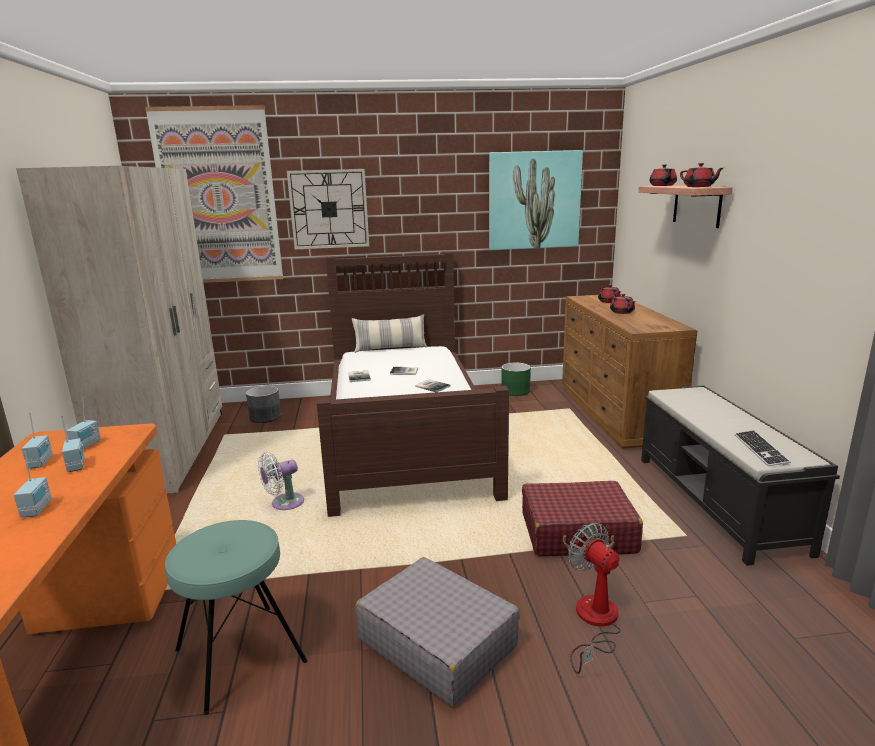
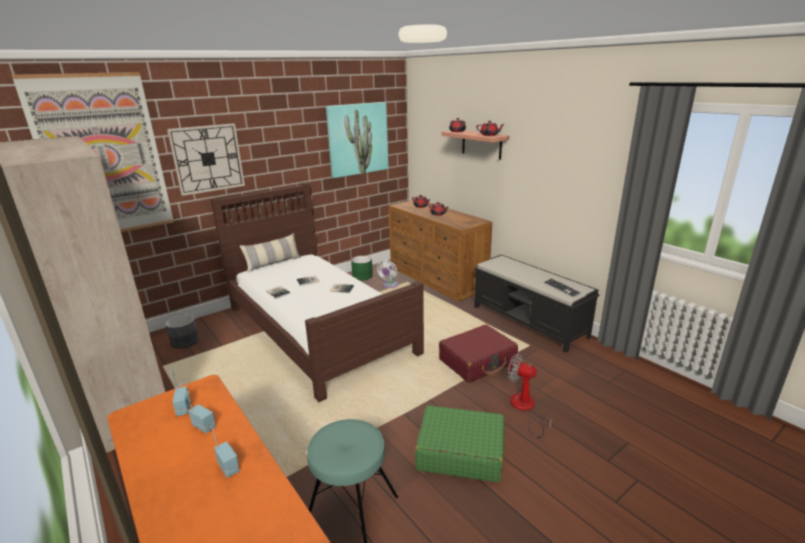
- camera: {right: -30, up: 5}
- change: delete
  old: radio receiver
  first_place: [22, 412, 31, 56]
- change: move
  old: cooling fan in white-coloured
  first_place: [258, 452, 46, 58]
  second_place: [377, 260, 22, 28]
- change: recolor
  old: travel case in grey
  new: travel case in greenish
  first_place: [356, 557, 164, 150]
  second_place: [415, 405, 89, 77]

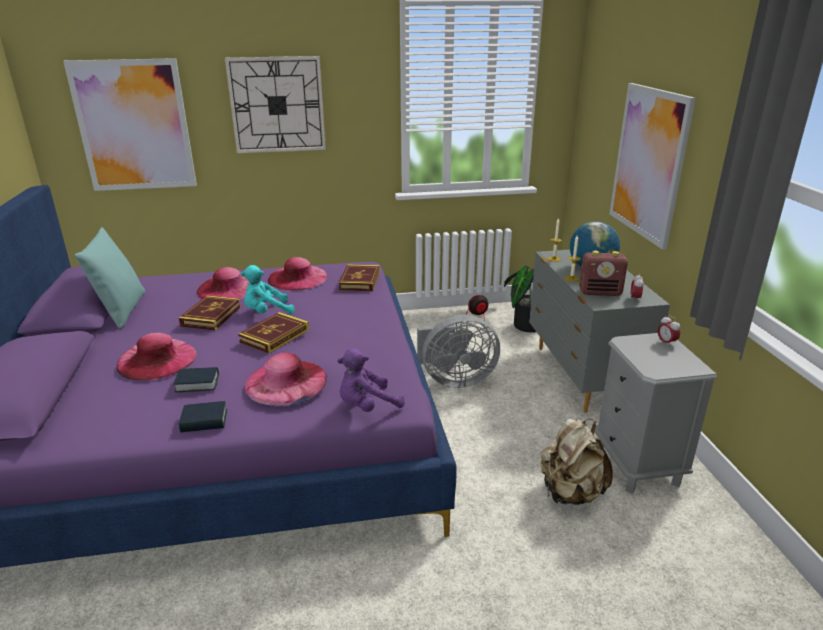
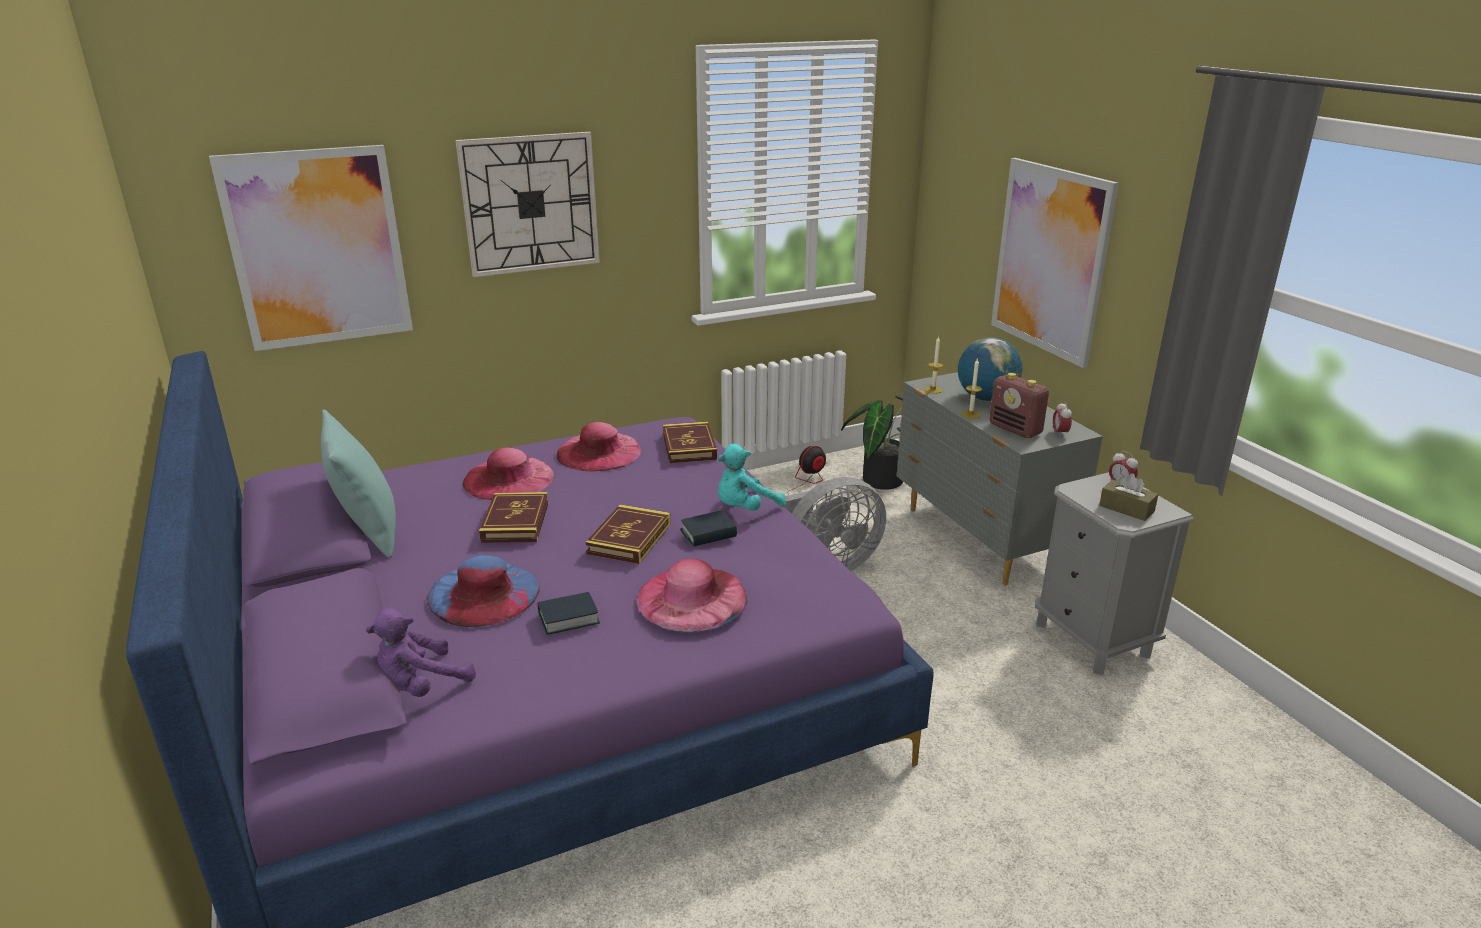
- camera: {right: -15, up: 0}
- change: rotate
  old: radio receiver
  first_place: [579, 251, 49, 45]
  second_place: [989, 373, 60, 65]
  degrees: 60
- change: move
  old: soft toy in turquoise-coloured
  first_place: [241, 265, 54, 49]
  second_place: [718, 444, 68, 67]
- change: recolor
  old: wearable hat in pink-coloured
  new: wearable hat in blue
  first_place: [117, 333, 80, 47]
  second_place: [427, 555, 113, 72]
- change: move
  old: soft toy in purple-coloured
  first_place: [337, 348, 68, 64]
  second_place: [366, 608, 110, 89]
- change: move
  old: bound book
  first_place: [179, 401, 48, 31]
  second_place: [680, 510, 57, 37]
- change: delete
  old: backpack in beige
  first_place: [541, 418, 72, 87]
- change: insert
  new: tissue box in brown
  second_place: [1099, 474, 59, 47]

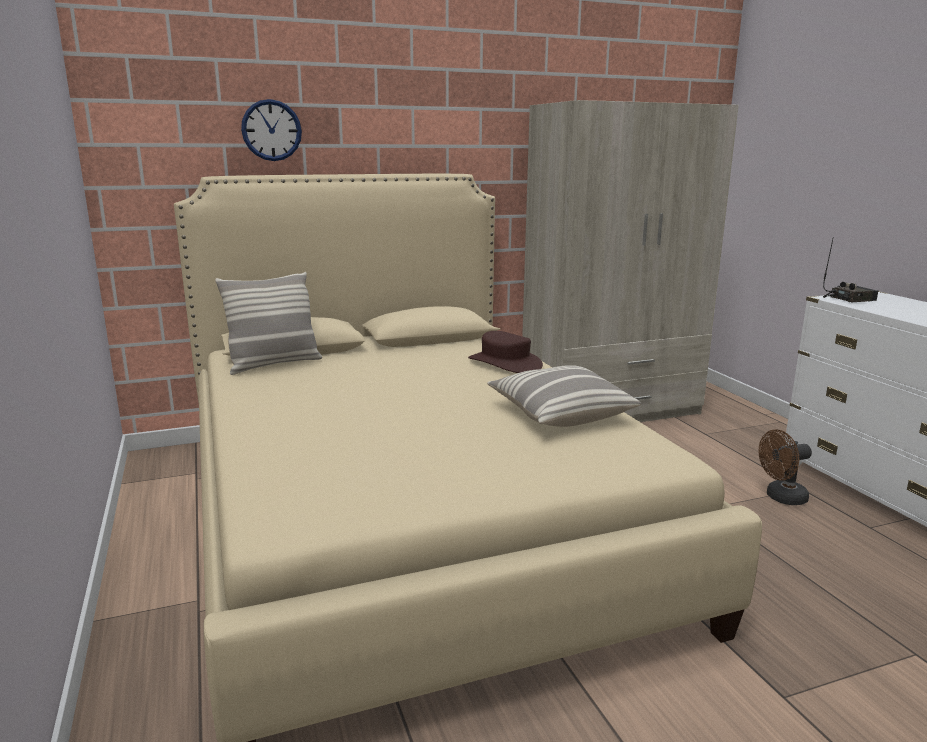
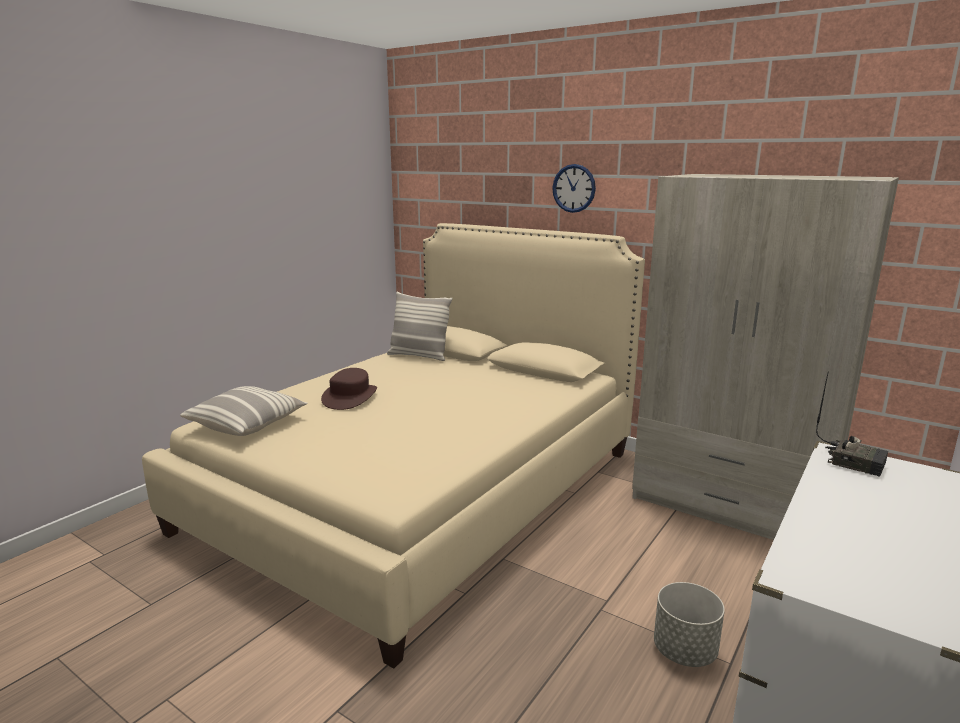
- camera: {right: 55, up: 0}
- change: move
  old: clock on the wall
  first_place: [241, 99, 61, 62]
  second_place: [552, 164, 44, 49]
- change: move
  old: wearable hat in brown
  first_place: [468, 331, 75, 42]
  second_place: [321, 368, 56, 42]
- change: move
  old: throw pillow
  first_place: [487, 365, 154, 62]
  second_place: [180, 386, 128, 50]
- change: replace
  old: cooling fan in brown
  new: plant pot in grey
  first_place: [758, 429, 54, 76]
  second_place: [654, 582, 71, 85]

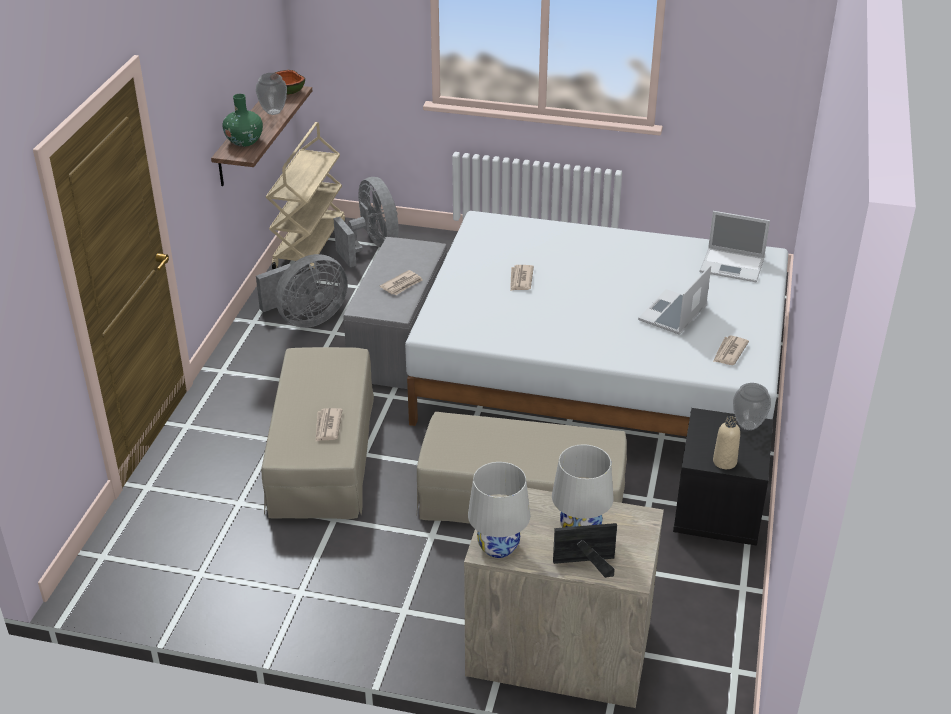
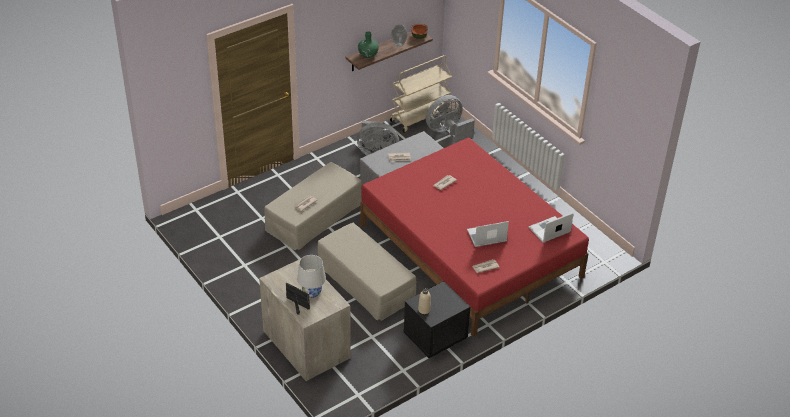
- camera: {right: 40, up: 5}
- change: rotate
  old: cooling fan in grey
  first_place: [333, 177, 65, 90]
  second_place: [426, 95, 49, 48]
  degrees: -135
- change: recolor
  old: bedroom bed in white-coloured
  new: bedroom bed in reddish
  first_place: [405, 211, 383, 226]
  second_place: [360, 138, 229, 198]
- change: rotate
  old: laptop
  first_place: [700, 211, 70, 71]
  second_place: [529, 212, 45, 30]
  degrees: 90
- change: delete
  old: flower vase
  first_place: [733, 383, 38, 47]
- change: delete
  old: lamp for a table in white-coloured
  first_place: [468, 462, 62, 96]

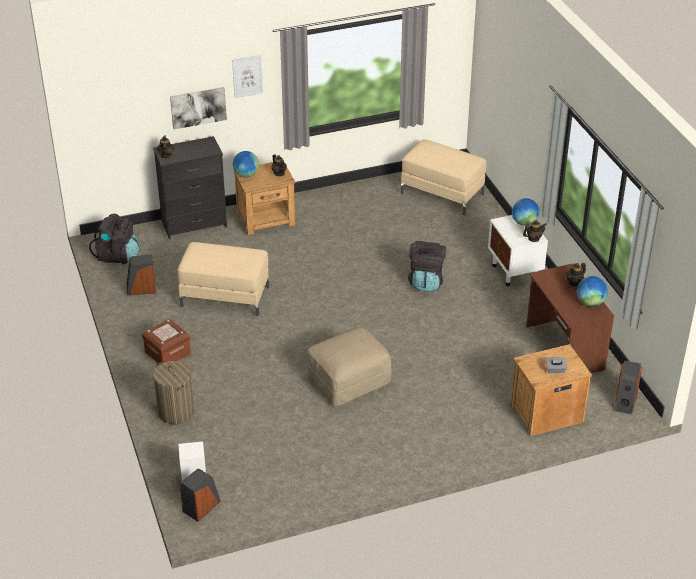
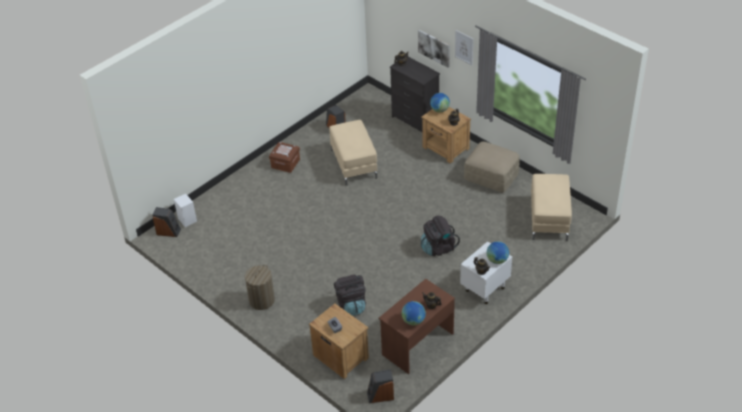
- camera: {right: 65, up: 5}
- change: move
  old: backpack in blackish
  first_place: [89, 214, 51, 50]
  second_place: [334, 274, 32, 42]
- change: move
  old: ottoman in beige
  first_place: [307, 327, 85, 79]
  second_place: [464, 141, 56, 51]
- change: move
  old: hamper
  first_place: [153, 361, 41, 63]
  second_place: [245, 265, 30, 45]

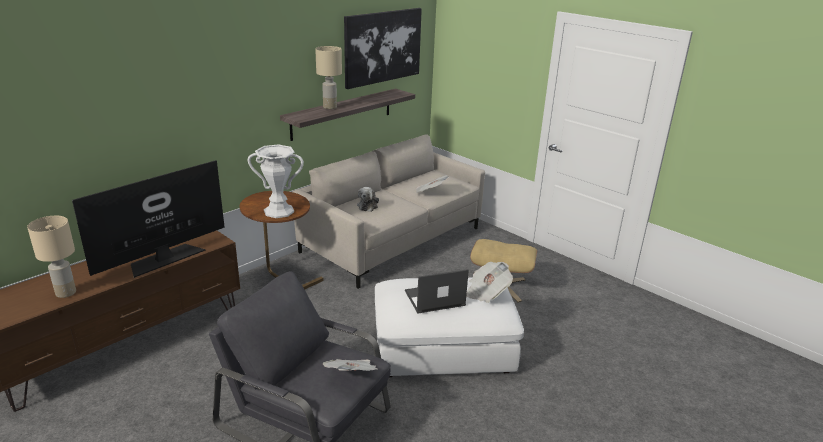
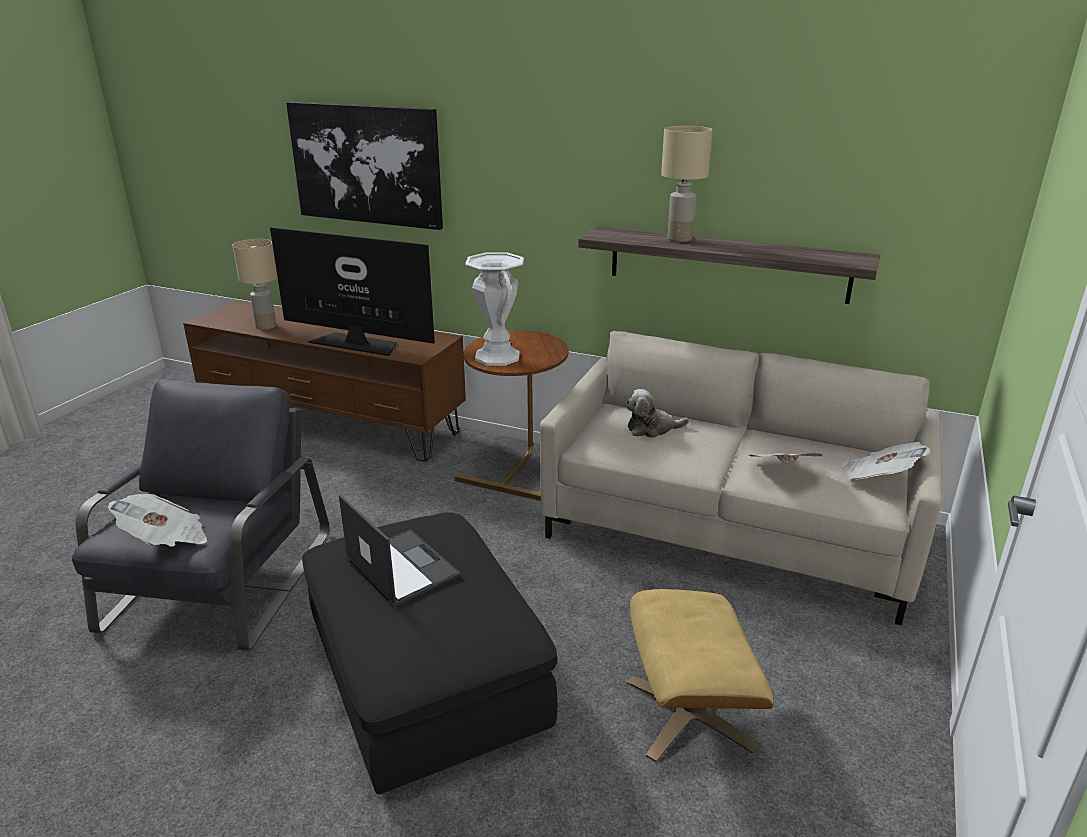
- camera: {right: 70, up: 0}
- change: move
  old: picture
  first_place: [344, 8, 78, 81]
  second_place: [286, 102, 157, 128]
- change: move
  old: printed paper
  first_place: [466, 262, 47, 41]
  second_place: [842, 442, 87, 38]
- change: recolor
  old: ottoman in white-coloured
  new: ottoman in blackish
  first_place: [375, 278, 149, 99]
  second_place: [302, 512, 255, 282]

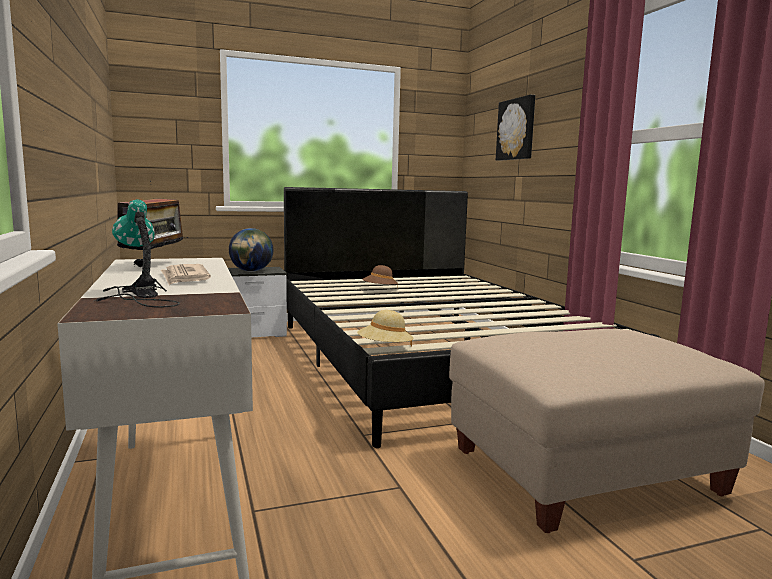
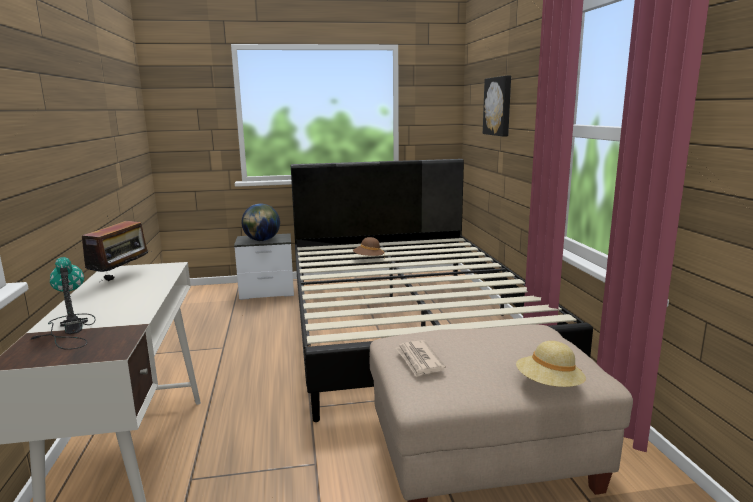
- camera: {right: 10, up: 5}
- change: move
  old: printed paper
  first_place: [161, 264, 50, 21]
  second_place: [396, 340, 50, 37]
- change: move
  old: wearable hat in beige
  first_place: [357, 310, 57, 37]
  second_place: [516, 341, 70, 46]

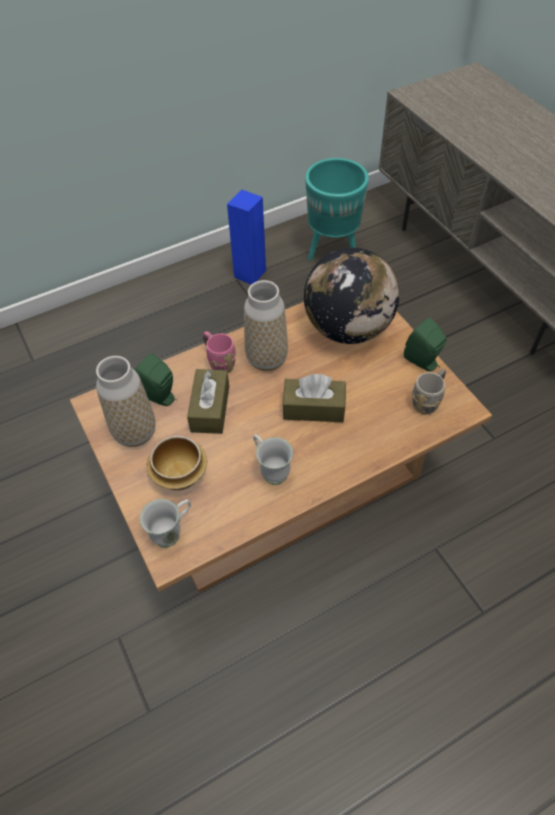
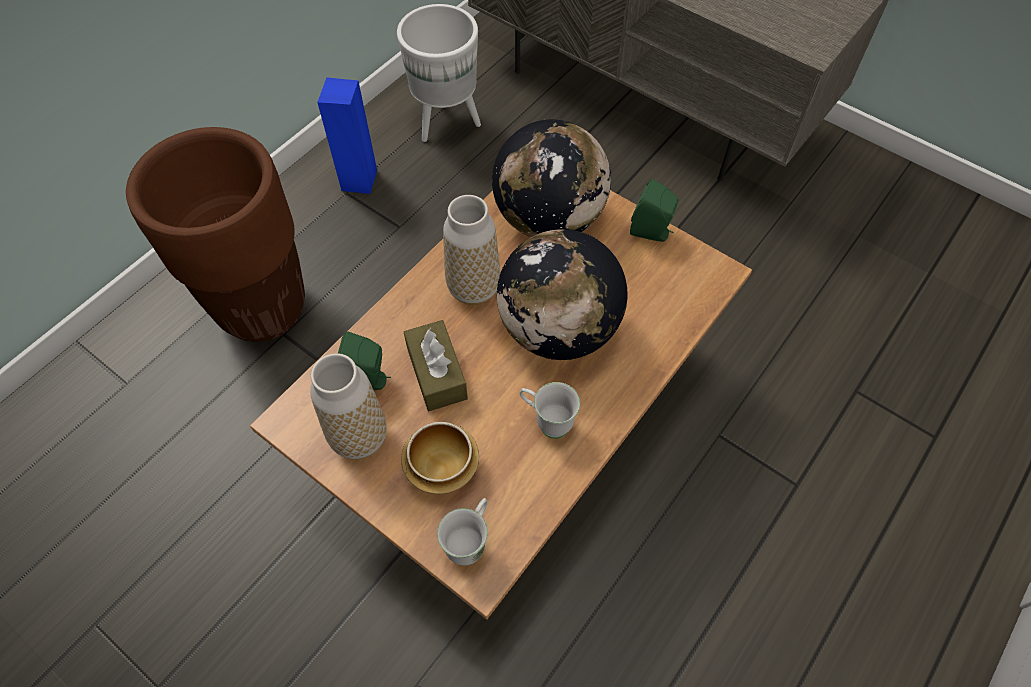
- camera: {right: -25, up: 5}
- change: recolor
  old: plant pot in turquoise-coloured
  new: plant pot in white-coloured
  first_place: [305, 158, 64, 103]
  second_place: [397, 4, 84, 138]
- change: delete
  old: coffee mug in pink-coloured
  first_place: [203, 331, 33, 42]
- change: delete
  old: coffee mug in grey
  first_place: [412, 369, 34, 45]
- change: replace
  old: tissue box in brown
  new: globe
  first_place: [283, 374, 63, 48]
  second_place: [497, 229, 131, 131]
- change: insert
  new: plant pot in brown
  second_place: [126, 127, 179, 215]

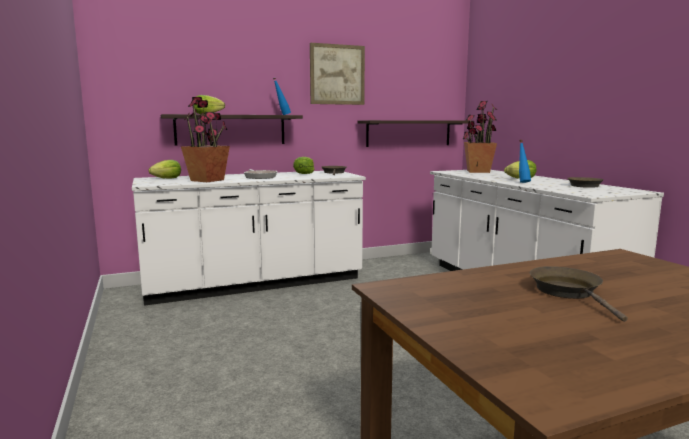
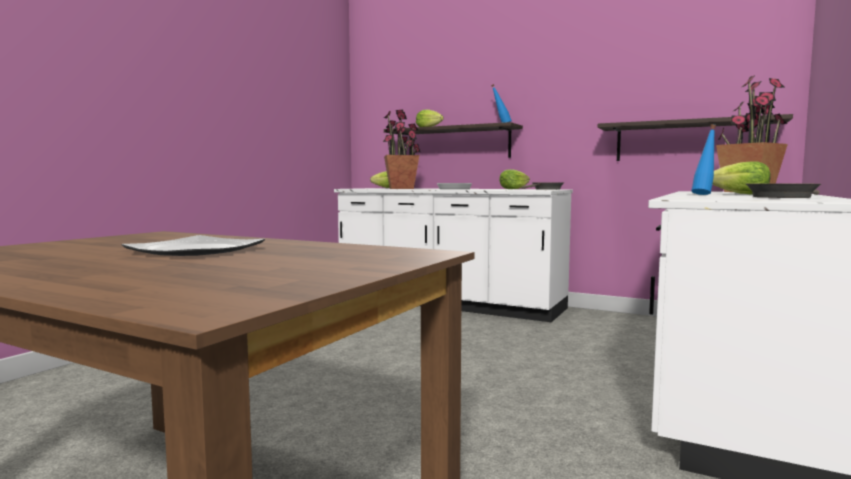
- camera: {right: 50, up: -5}
- change: delete
  old: picture
  first_place: [310, 43, 55, 62]
- change: replace
  old: pan in brown
  new: dinner plate
  first_place: [530, 266, 98, 56]
  second_place: [122, 235, 143, 21]

